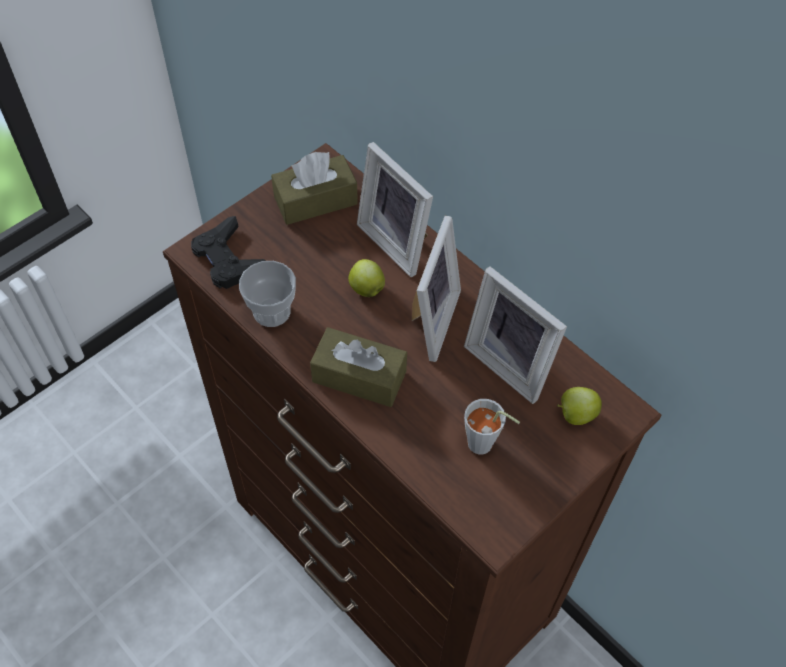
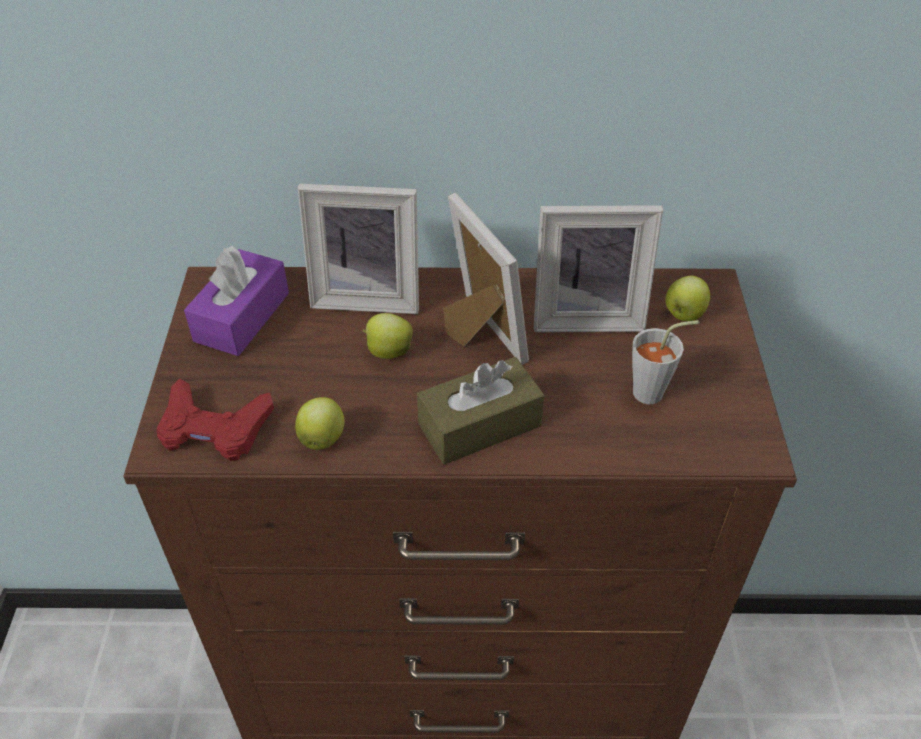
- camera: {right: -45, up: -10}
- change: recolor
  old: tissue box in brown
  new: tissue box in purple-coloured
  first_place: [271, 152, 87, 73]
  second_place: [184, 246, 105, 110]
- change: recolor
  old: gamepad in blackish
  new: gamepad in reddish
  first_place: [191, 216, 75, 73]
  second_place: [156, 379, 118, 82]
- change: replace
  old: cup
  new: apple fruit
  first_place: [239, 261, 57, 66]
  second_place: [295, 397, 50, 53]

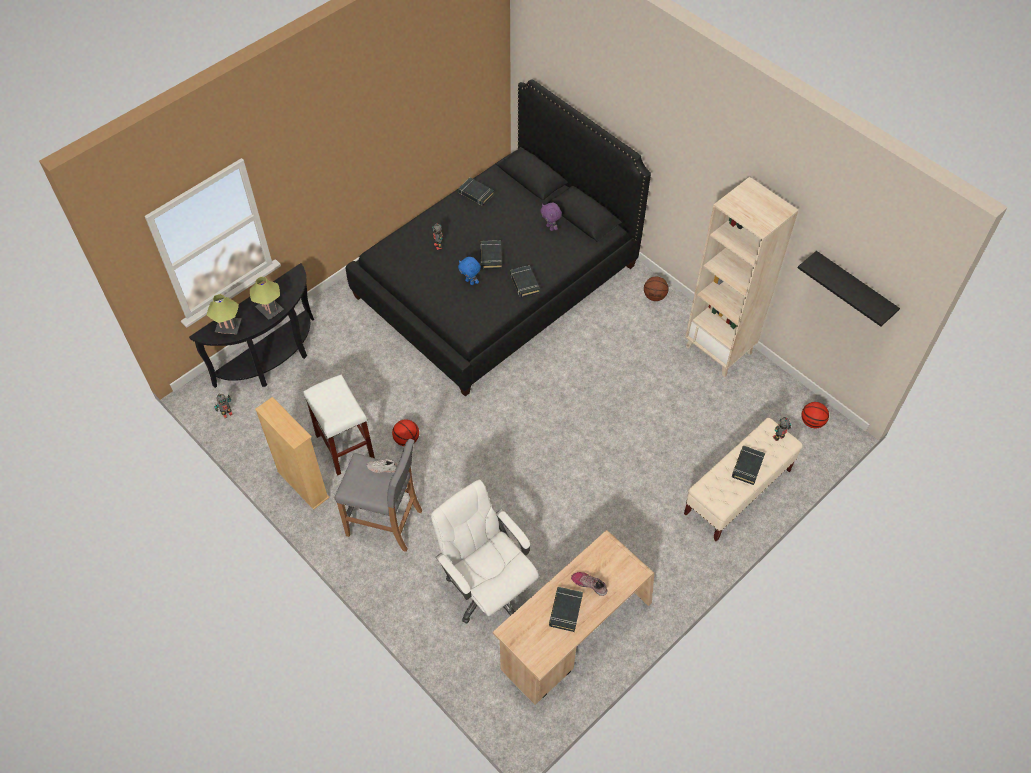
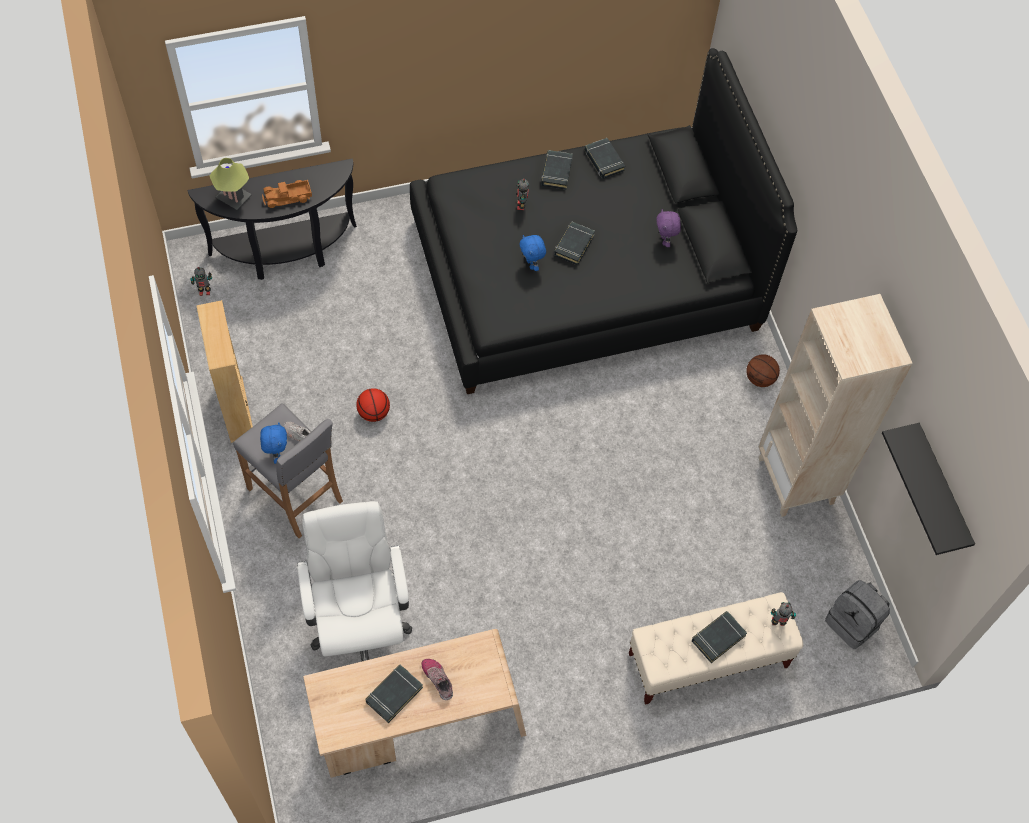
- camera: {right: 25, up: 5}
- change: move
  old: bound book in blackish
  first_place: [510, 265, 30, 33]
  second_place: [541, 150, 32, 40]
- change: replace
  old: lamp for a table
  new: toy truck
  first_place: [250, 277, 34, 43]
  second_place: [262, 180, 50, 28]
- change: delete
  old: stool in white-coloured
  first_place: [303, 374, 72, 101]
- change: replace
  old: basketball ball
  new: backpack in grey
  first_place: [801, 402, 28, 26]
  second_place: [825, 580, 65, 69]
- change: insert
  new: soft toy in blue
  second_place: [260, 422, 27, 42]

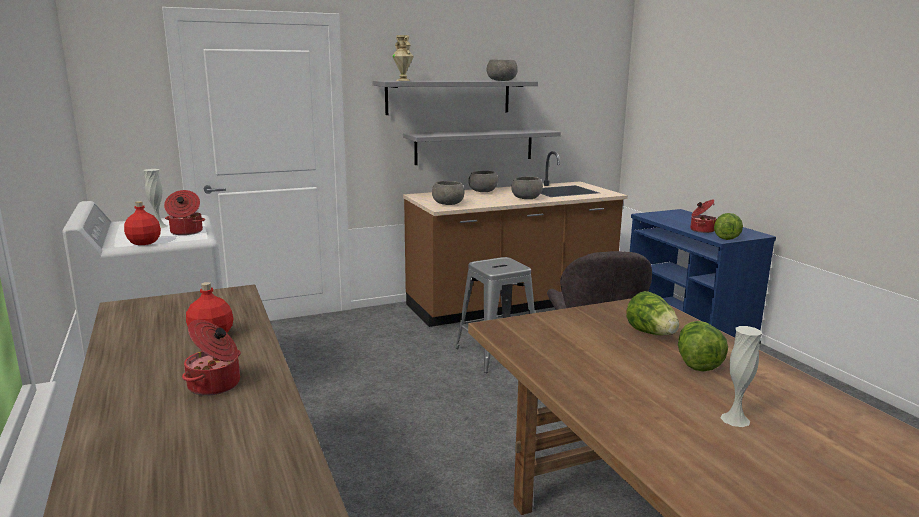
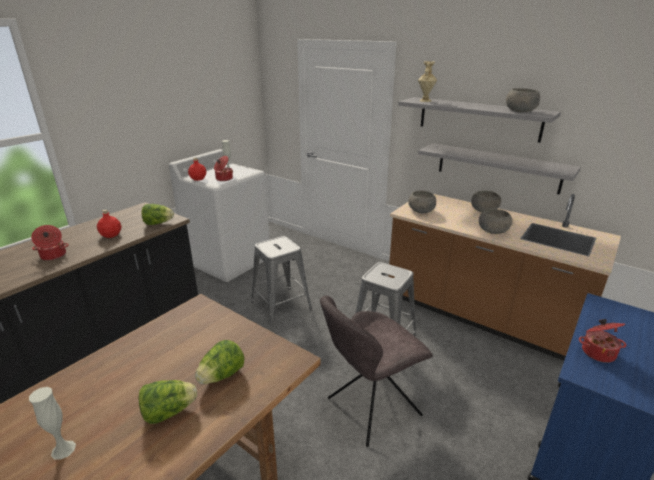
- camera: {right: 60, up: 10}
- change: move
  old: lettuce
  first_place: [714, 213, 29, 27]
  second_place: [142, 204, 32, 21]
- change: insert
  new: stool in grey
  second_place: [251, 236, 61, 90]

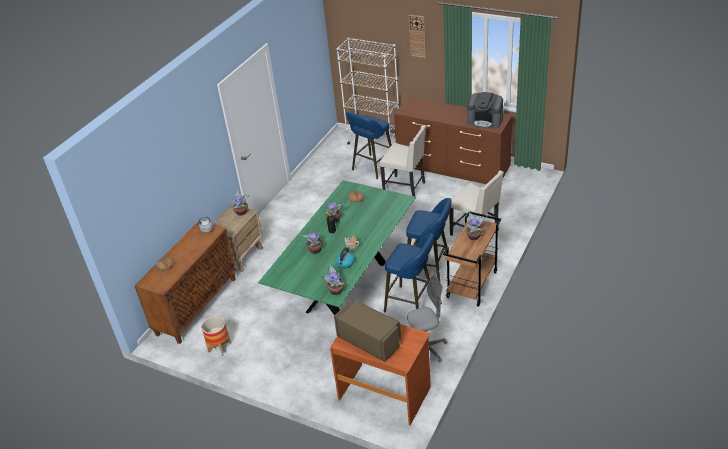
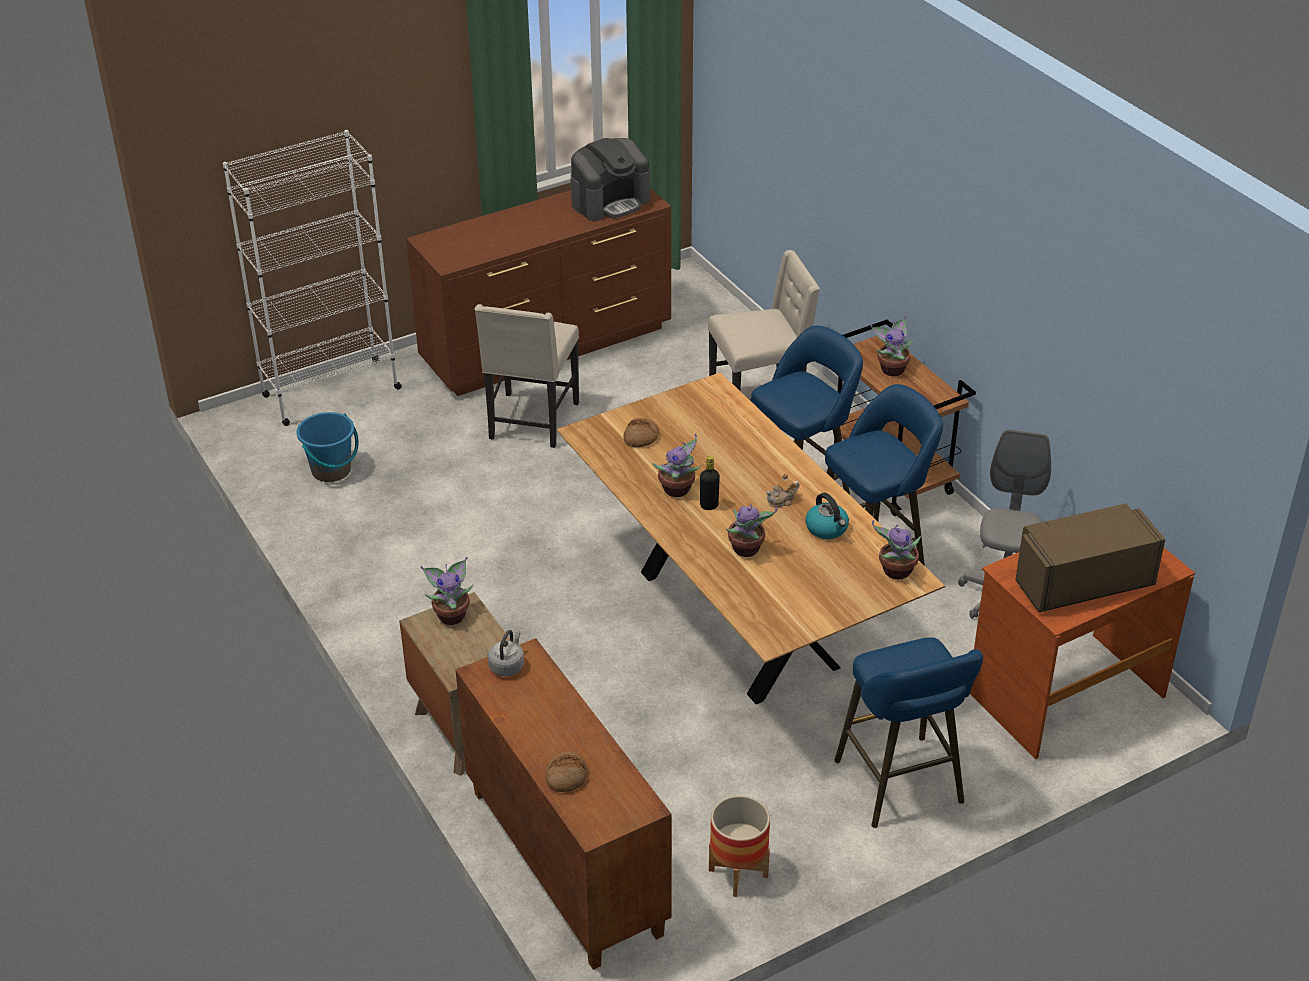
- camera: {right: -60, up: 0}
- change: delete
  old: clock on the wall
  first_place: [409, 15, 17, 43]
- change: move
  old: stool in blue
  first_place: [346, 112, 46, 67]
  second_place: [834, 637, 149, 191]
- change: rotate
  old: plain chair in beige
  first_place: [380, 126, 46, 70]
  second_place: [475, 304, 104, 144]
  degrees: 135
- change: recolor
  old: kitchen table in greenish
  new: kitchen table in brown
  first_place: [258, 180, 158, 136]
  second_place: [556, 372, 389, 332]
- change: insert
  new: bucket in blue
  second_place: [297, 412, 62, 70]

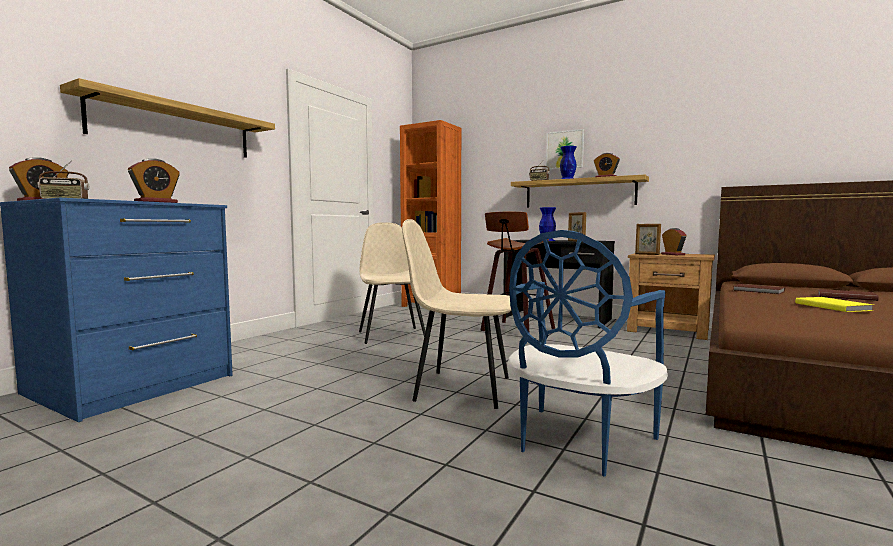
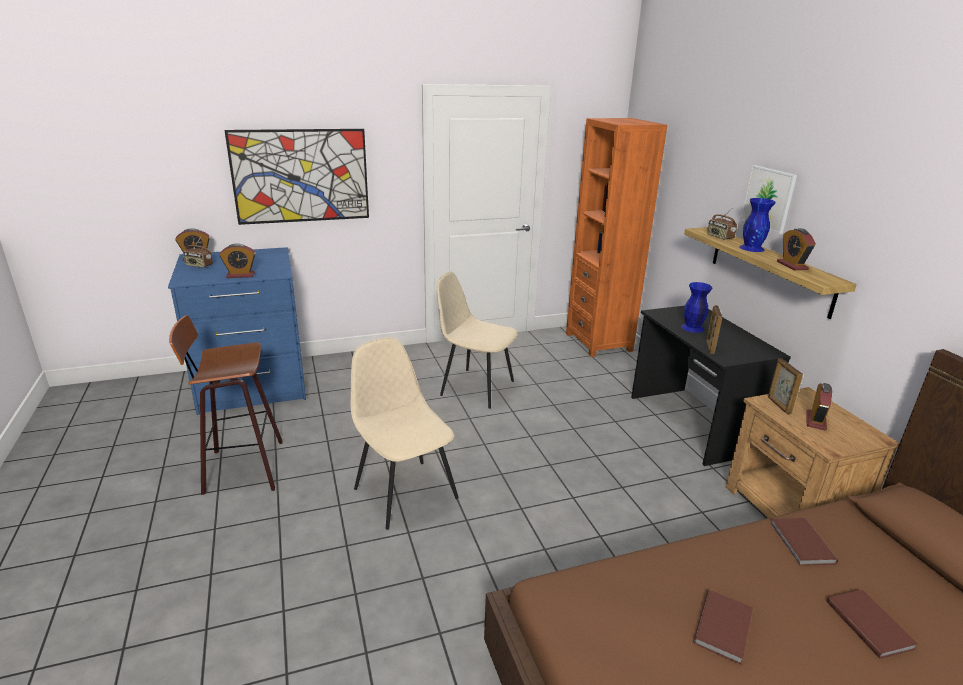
- camera: {right: 40, up: 20}
- change: replace
  old: shelf
  new: picture
  first_place: [60, 78, 215, 80]
  second_place: [224, 129, 145, 96]
- change: move
  old: stool
  first_place: [480, 212, 75, 120]
  second_place: [169, 315, 114, 180]
- change: rotate
  old: plain chair in beige
  first_place: [359, 222, 66, 122]
  second_place: [436, 272, 82, 137]
  degrees: -90
- change: delete
  old: plain chair in blue
  first_place: [507, 230, 161, 246]
- change: recolor
  old: bound book in yellowish
  new: bound book in brown
  first_place: [795, 297, 79, 15]
  second_place: [693, 590, 60, 74]

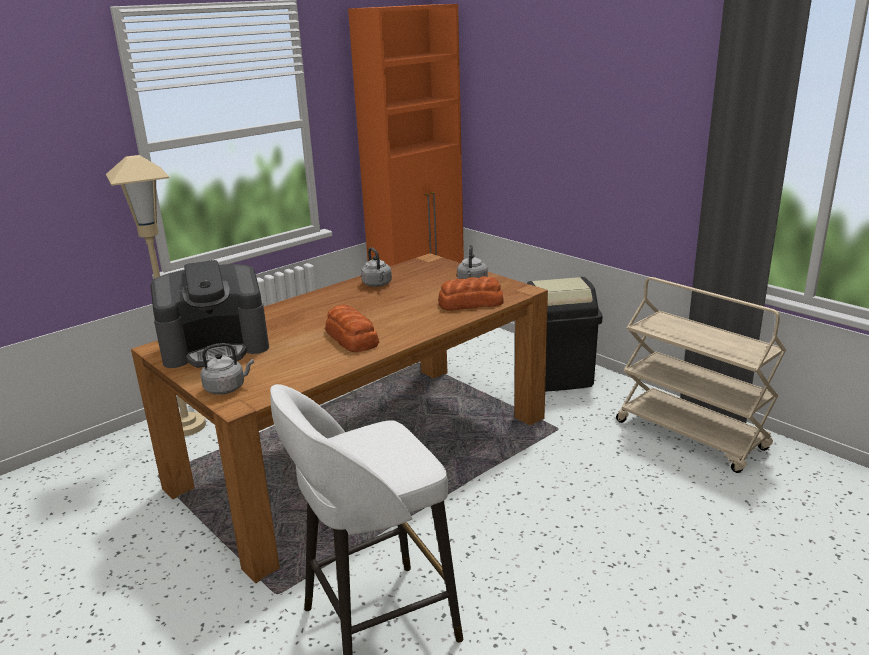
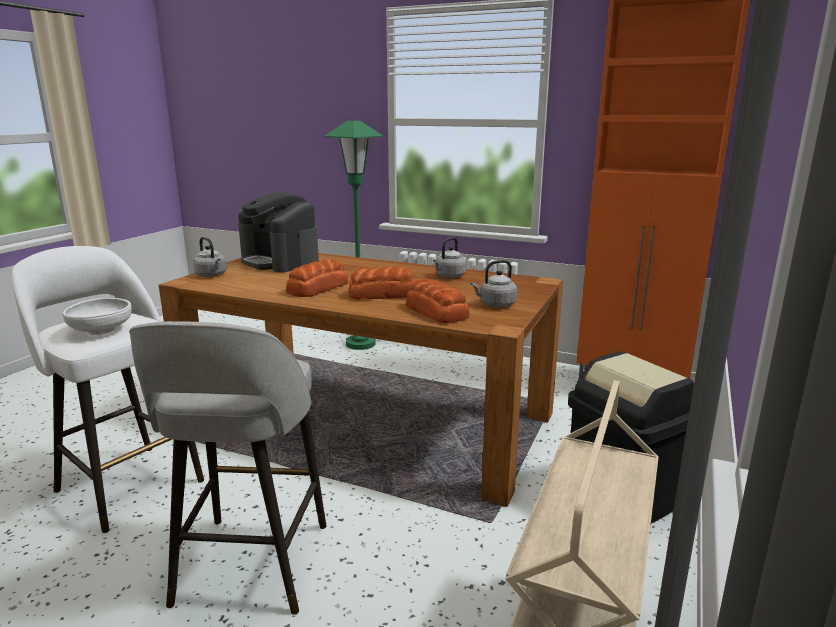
- camera: {right: 65, up: -5}
- change: recolor
  old: standard lamp in beige
  new: standard lamp in greenish
  first_place: [106, 155, 100, 281]
  second_place: [325, 121, 58, 229]
- change: insert
  new: bread
  second_place: [349, 267, 66, 33]
- change: insert
  new: serving bowl in white-coloured
  second_place: [63, 298, 69, 37]
- change: insert
  new: stool in grey
  second_place: [129, 321, 197, 294]

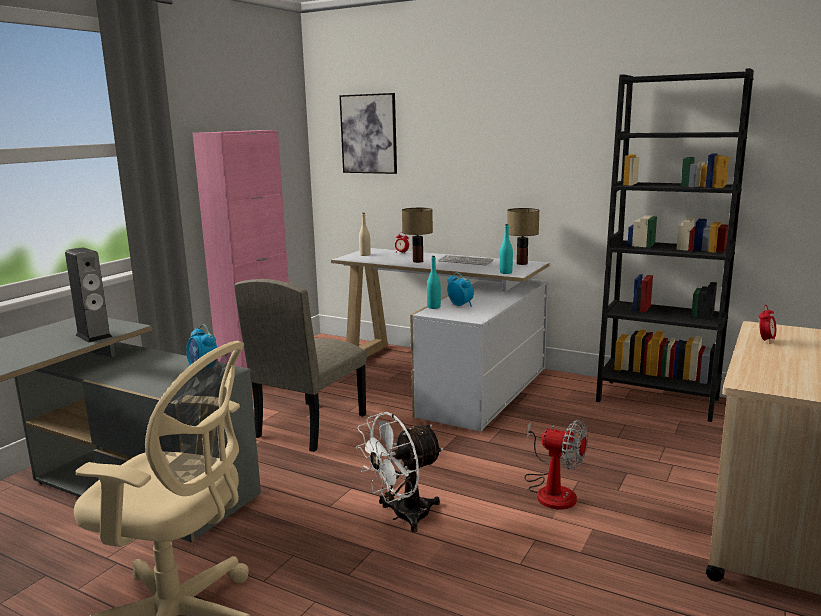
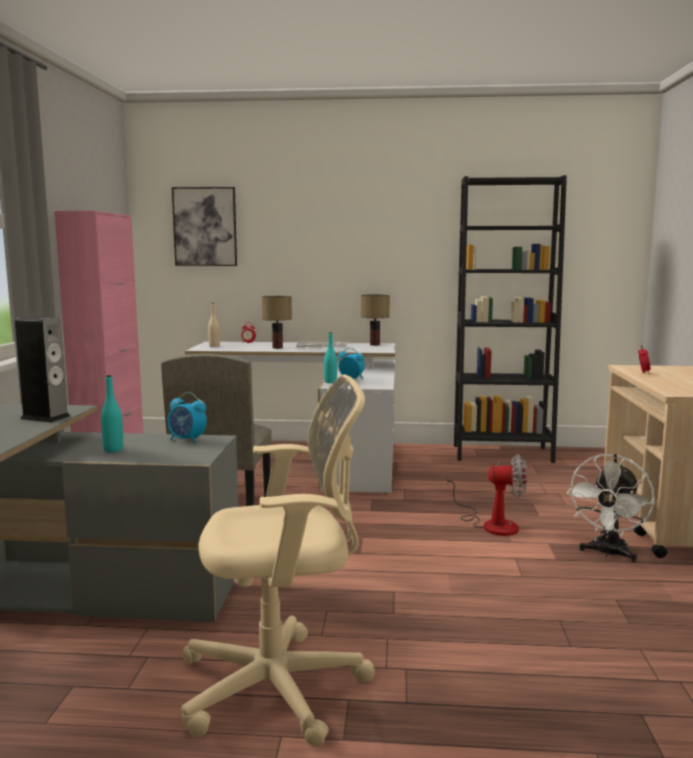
- camera: {right: -25, up: -5}
- change: move
  old: drink bottle in turquoise-coloured
  first_place: [500, 224, 13, 50]
  second_place: [101, 375, 22, 77]
- change: move
  old: cooling fan in white-coloured
  first_place: [356, 412, 87, 120]
  second_place: [567, 454, 87, 108]

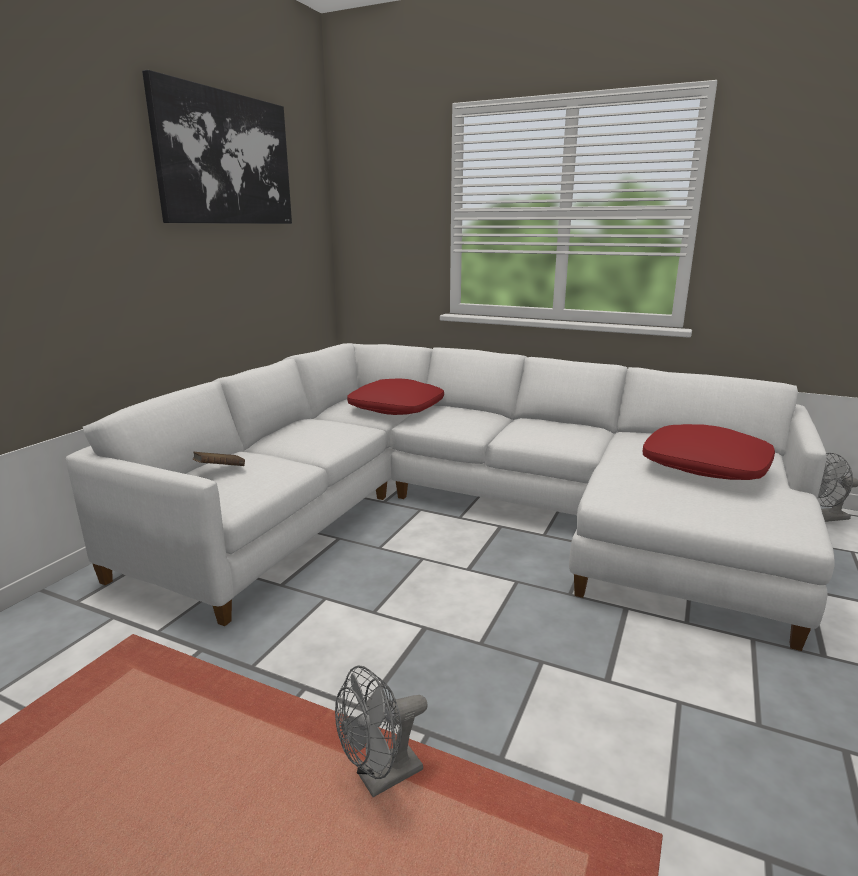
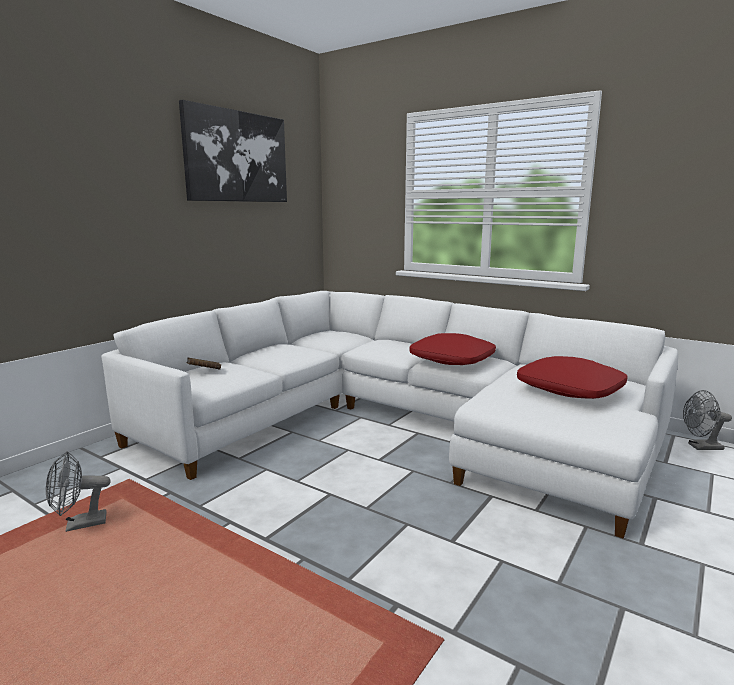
- camera: {right: 10, up: -5}
- change: move
  old: throw pillow in reddish
  first_place: [347, 378, 97, 37]
  second_place: [409, 333, 87, 32]
- change: move
  old: cooling fan in grey
  first_place: [335, 665, 93, 132]
  second_place: [46, 451, 64, 81]

